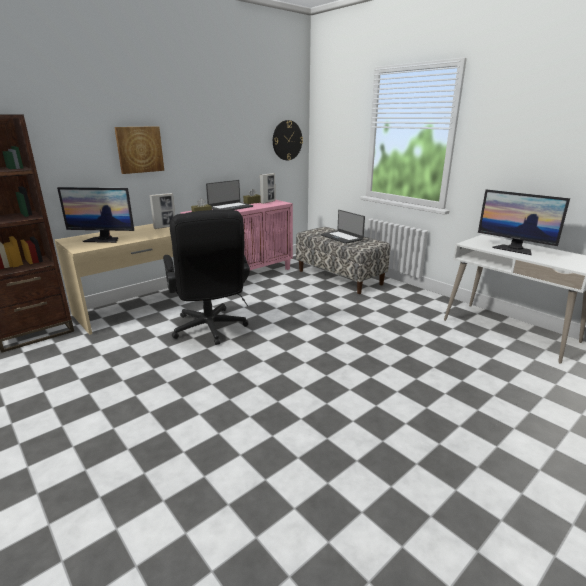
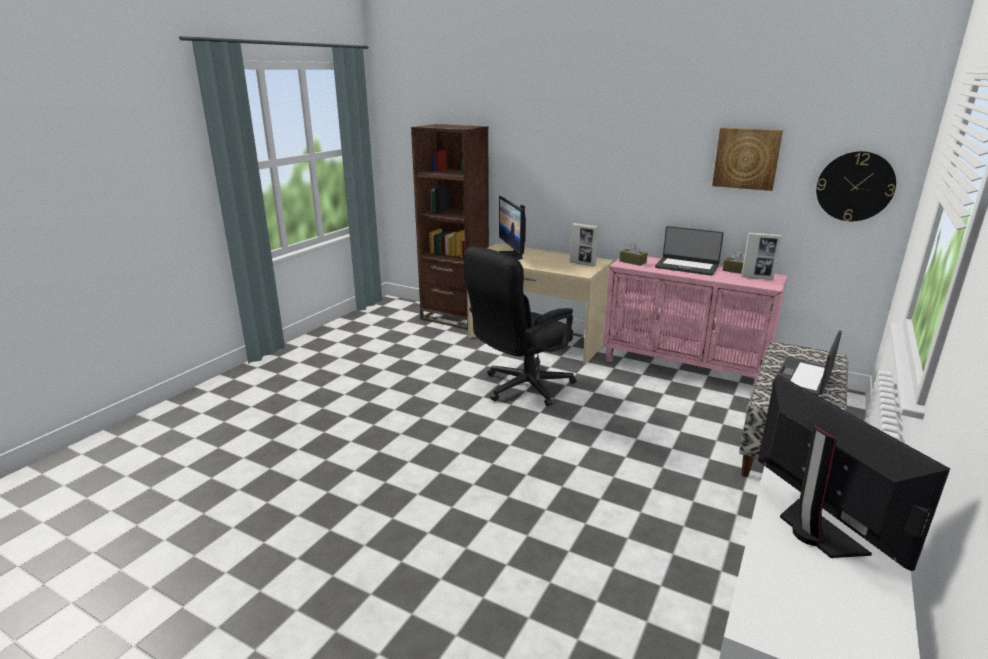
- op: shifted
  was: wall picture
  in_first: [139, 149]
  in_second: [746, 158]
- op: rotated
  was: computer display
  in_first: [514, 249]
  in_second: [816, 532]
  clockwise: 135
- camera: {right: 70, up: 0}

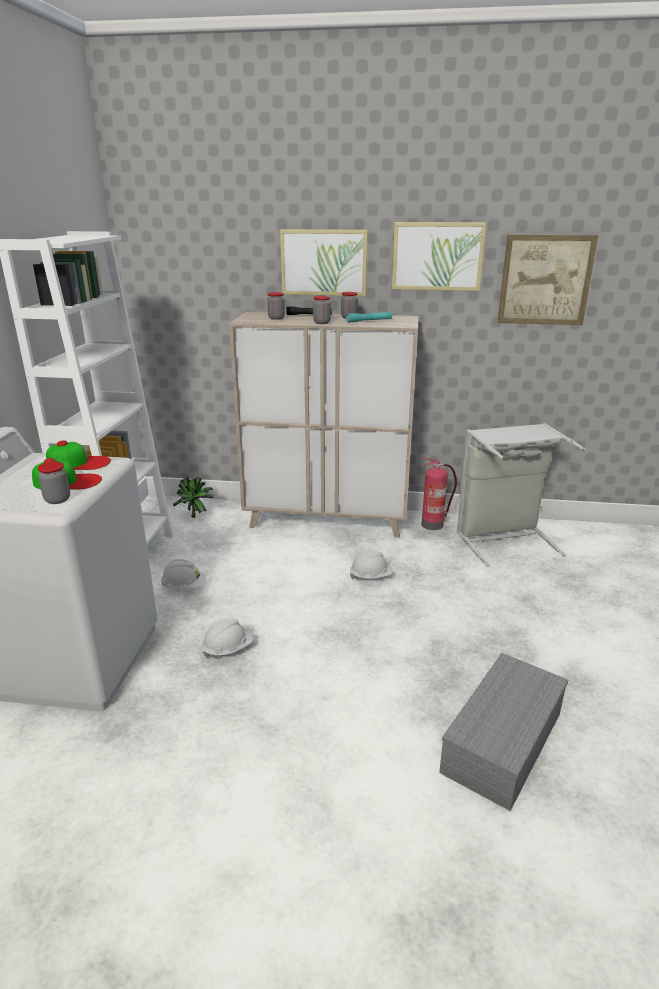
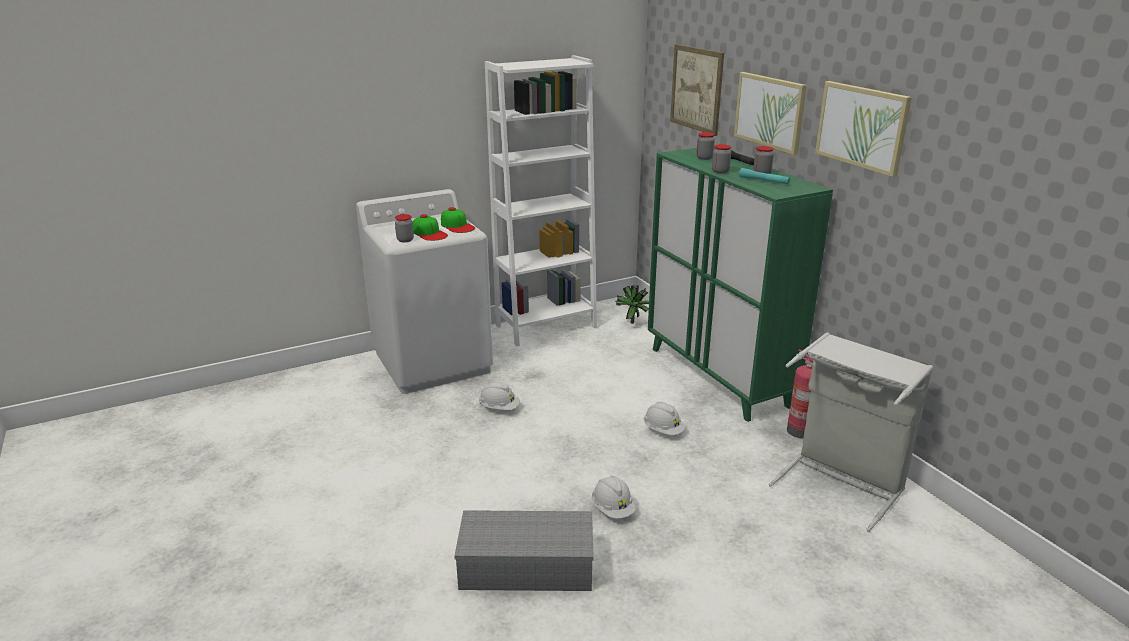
- op: shifted
  was: hard hat (whitish)
  in_first: [184, 586]
  in_second: [613, 509]
- op: shifted
  was: wall picture
  in_first: [545, 280]
  in_second: [696, 89]
- op: repainted
  was: cupboard (beige)
  now: cupboard (green-coloured)
  in_first: [327, 520]
  in_second: [718, 377]
- camera: {right: 55, up: 0}

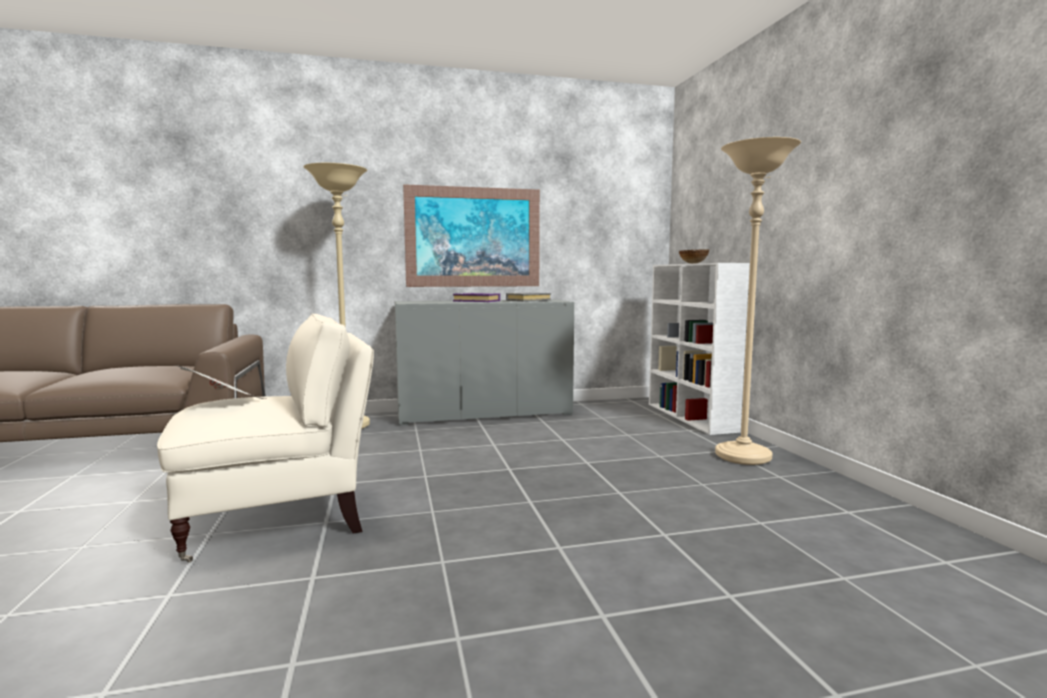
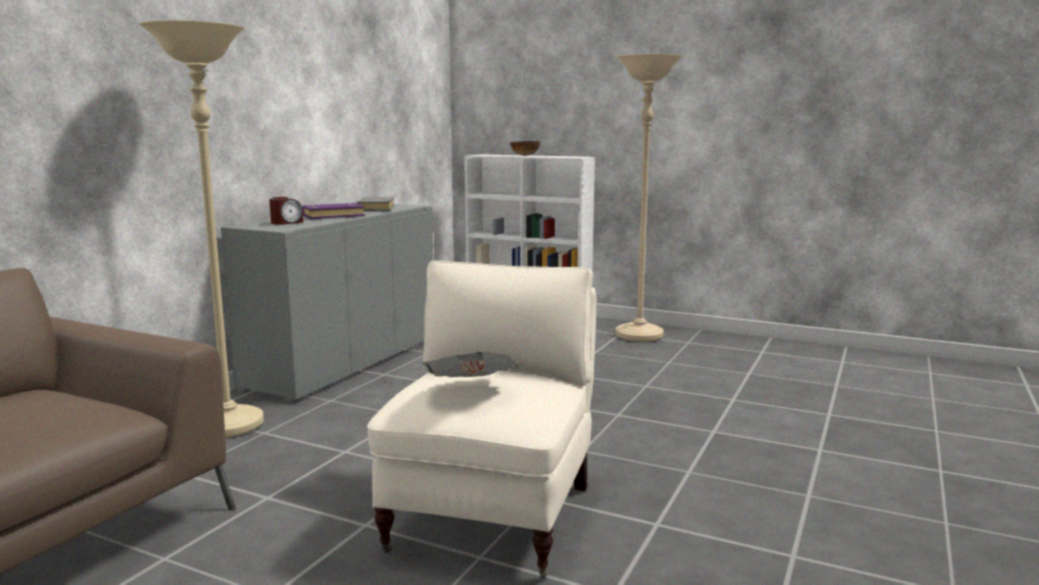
- op: gone
  was: wall picture
  in_first: [473, 237]
- op: new
  now: bedside clock
  in_second: [286, 223]
- camera: {right: -50, up: 5}

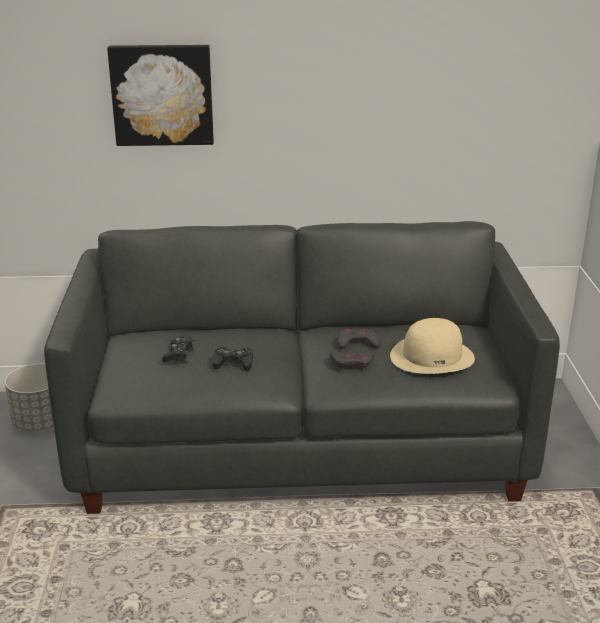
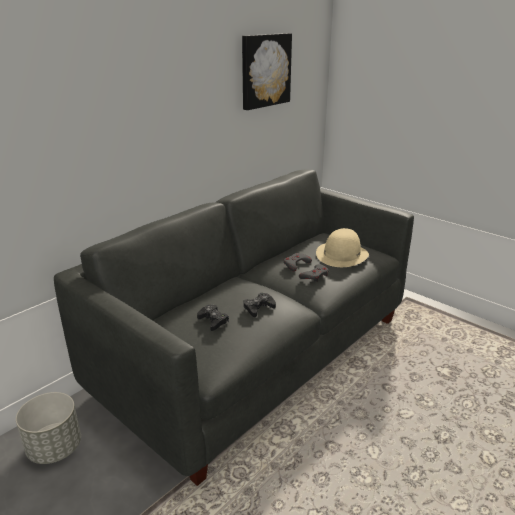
- op: shifted
  was: wall picture
  in_first: [162, 94]
  in_second: [264, 70]
- camera: {right: -45, up: 0}

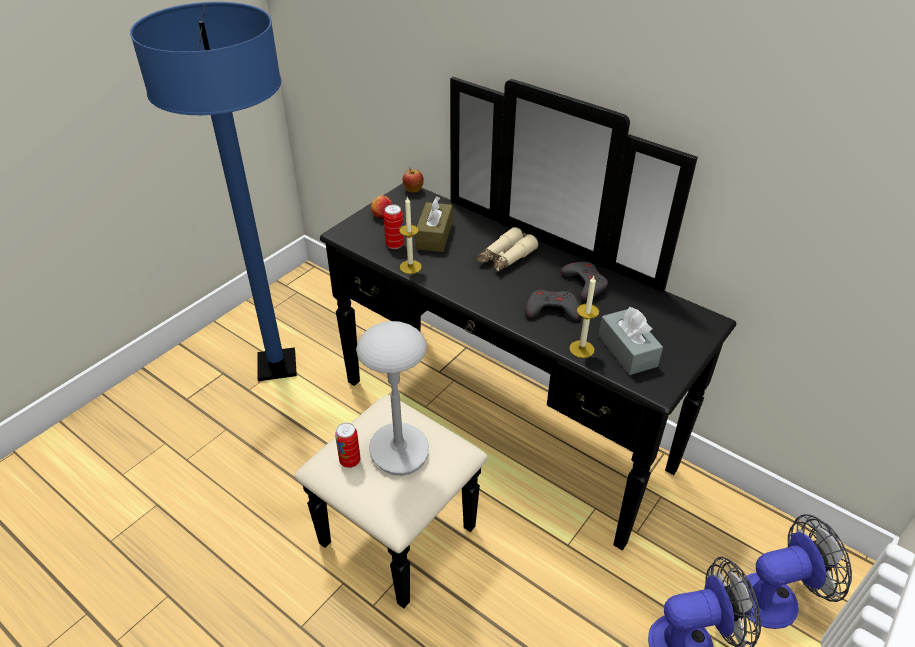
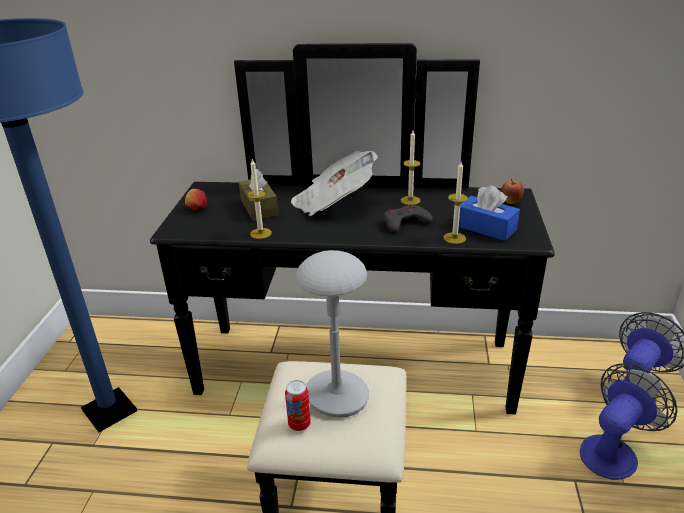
- op: gone
  was: sealed can
  in_first: [395, 245]
- op: shifted
  was: apple fruit
  in_first: [413, 190]
  in_second: [510, 202]
- op: swapped
  was: field glasses (beige)
  now: daily paper
  in_first: [506, 257]
  in_second: [333, 203]
- op: swapped
  was: joypad (grey)
  now: candle
  in_first: [584, 284]
  in_second: [410, 200]
- op: repainted
  was: box of tissues (grey)
  now: box of tissues (blue-coloured)
  in_first: [627, 351]
  in_second: [486, 228]
- camera: {right: -30, up: -10}

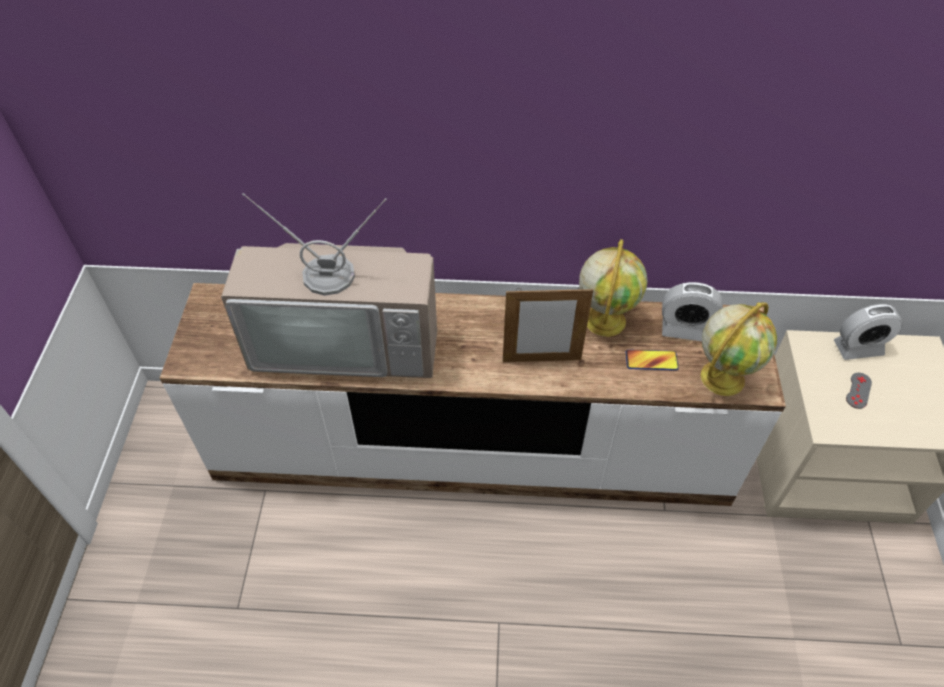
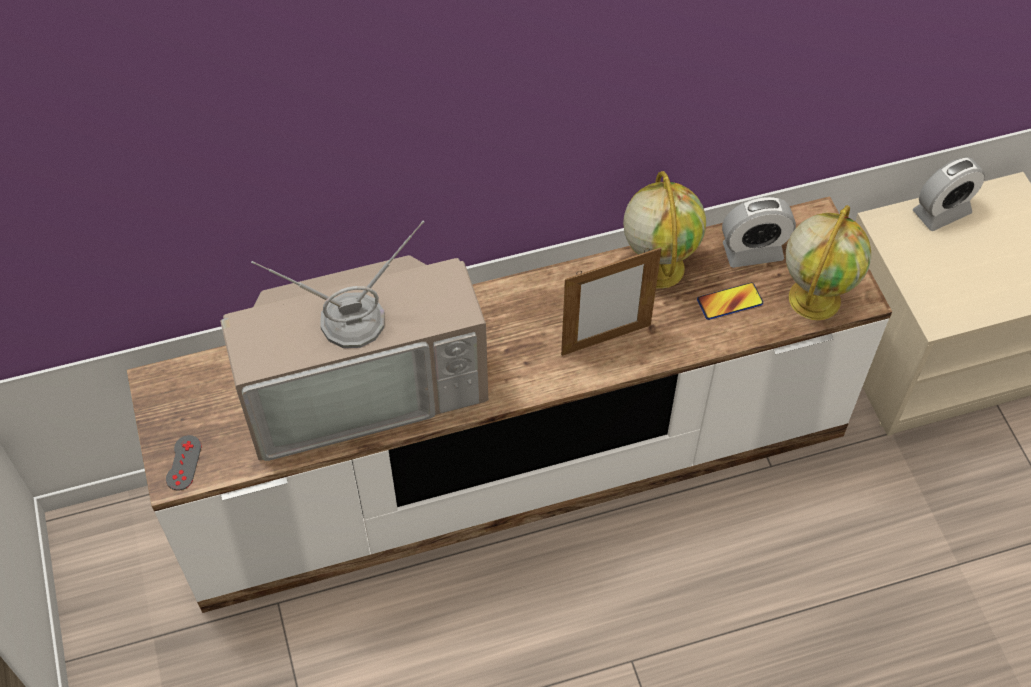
- op: shifted
  was: joypad (grey)
  in_first: [858, 390]
  in_second: [183, 463]
- camera: {right: -20, up: 5}

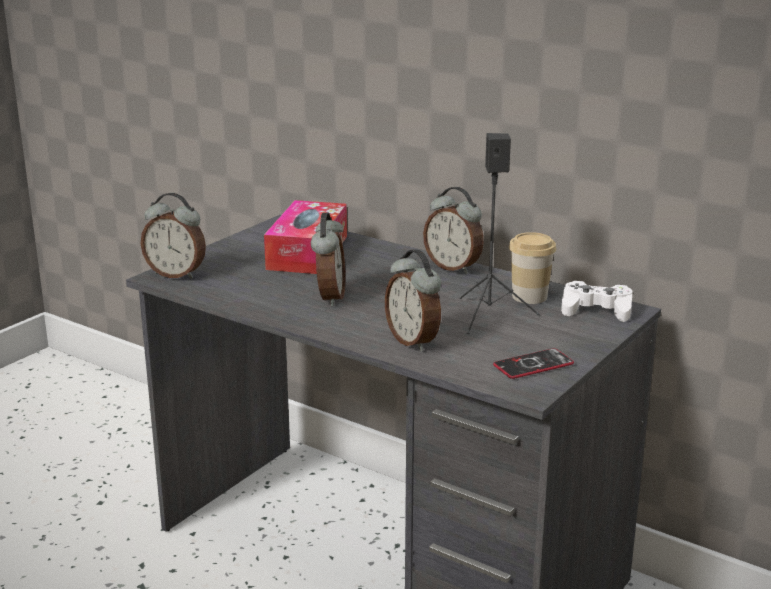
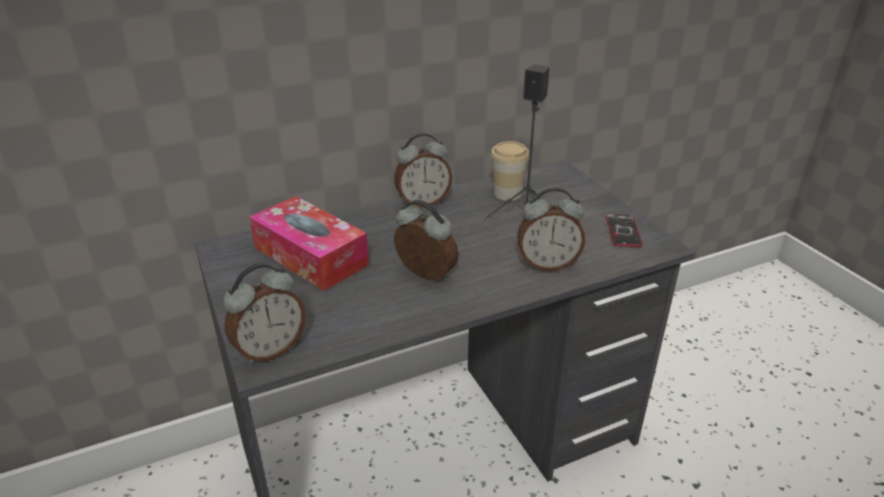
- op: gone
  was: joypad (whitish)
  in_first: [596, 309]
- camera: {right: -60, up: 10}

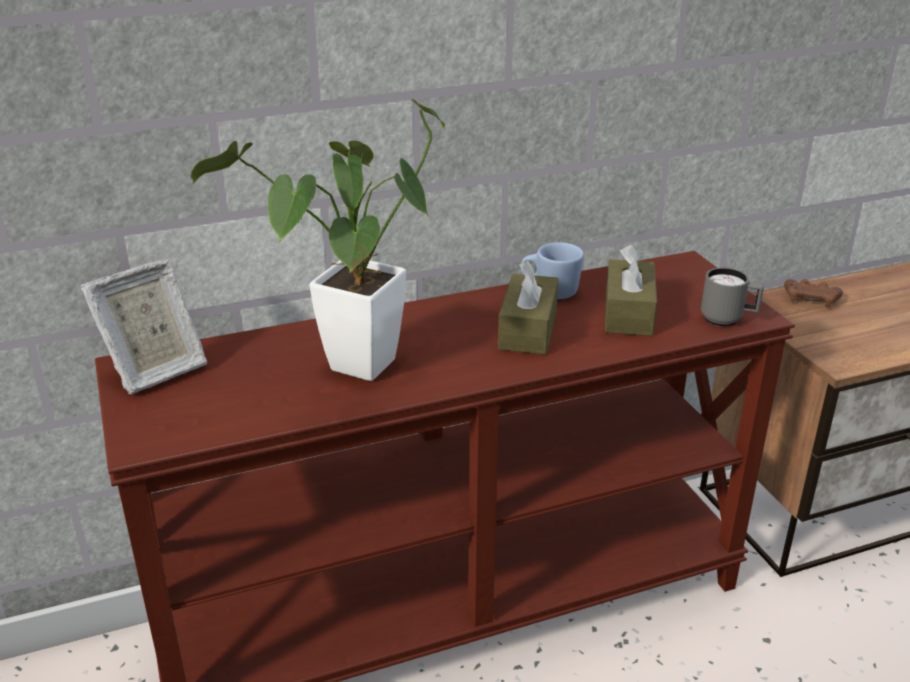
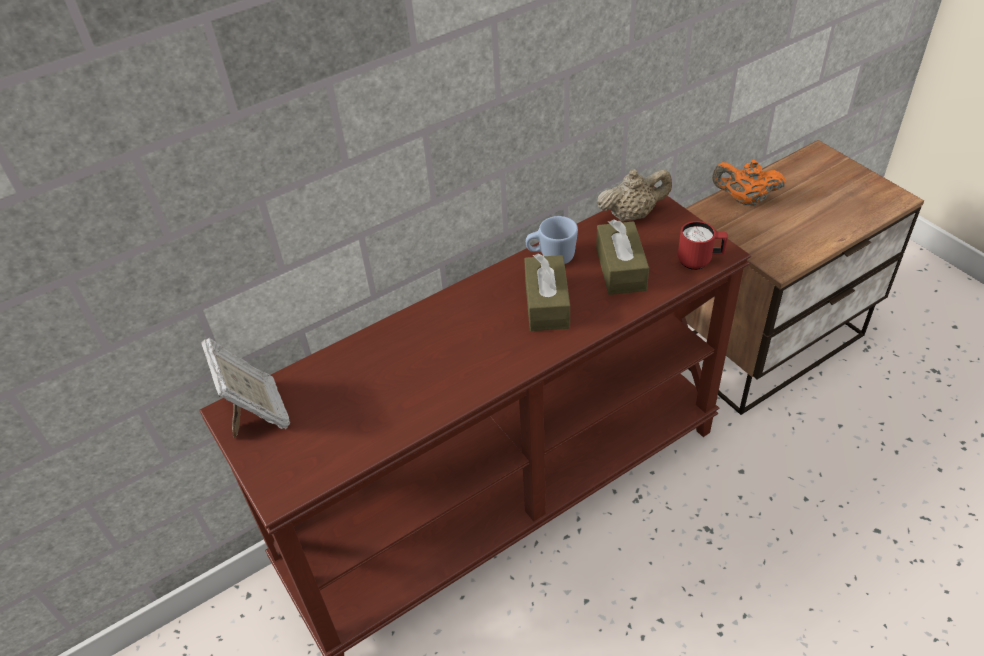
- op: gone
  was: potted plant
  in_first: [354, 372]
- op: new
  now: teapot (beige)
  in_second: [632, 215]
- op: swapped
  was: joypad (brownish)
  now: teapot (orangey)
  in_first: [811, 299]
  in_second: [744, 200]
- op: repainted
  was: mug (grey)
  now: mug (red)
  in_first: [728, 320]
  in_second: [699, 261]
- op: rotated
  was: photo frame
  in_first: [155, 371]
  in_second: [258, 414]
  clockwise: -60
- camera: {right: -10, up: 15}

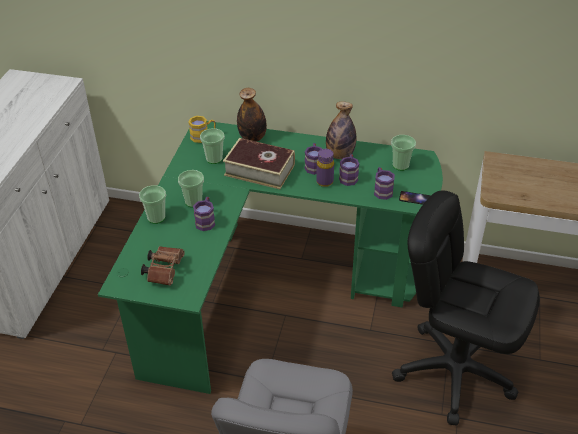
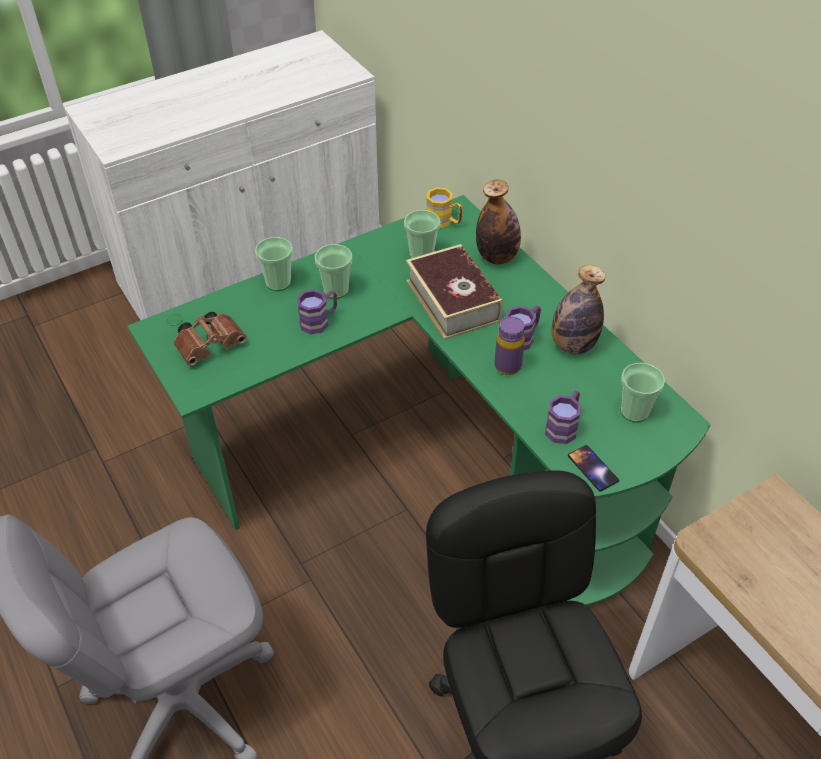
- op: gone
  was: mug (purplish)
  in_first: [349, 177]
- camera: {right: 45, up: 5}

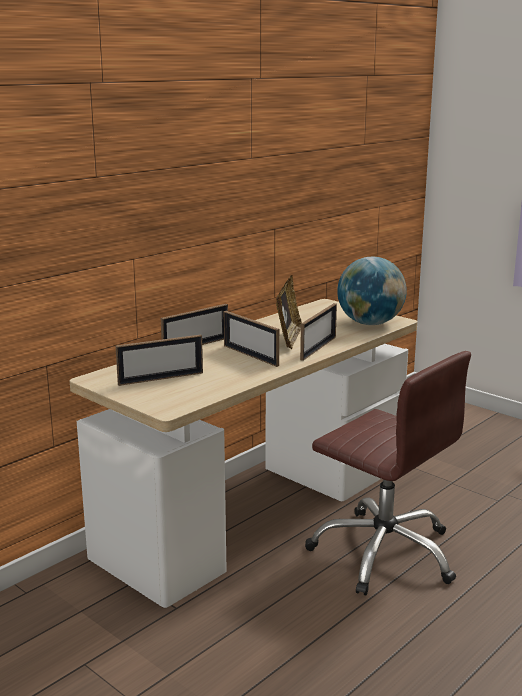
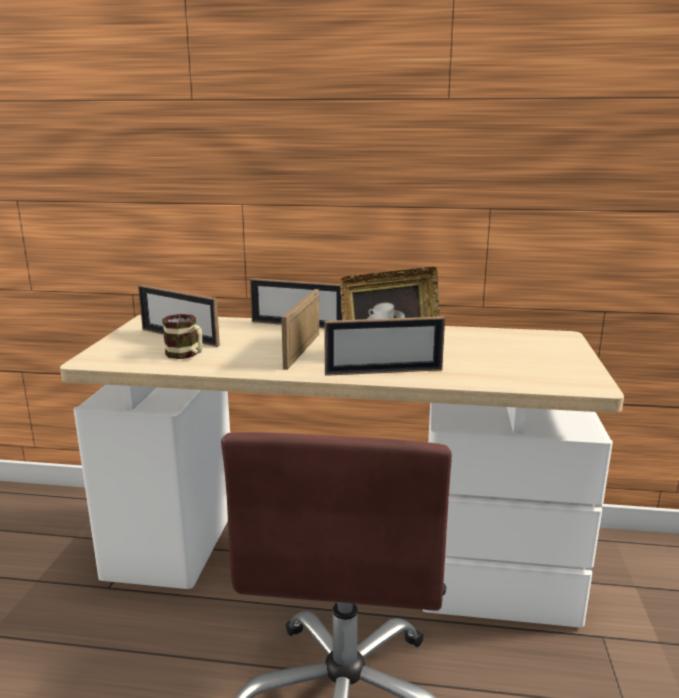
- op: gone
  was: desk globe
  in_first: [370, 323]
- op: new
  now: mug
  in_second: [186, 355]
- camera: {right: 55, up: 0}

